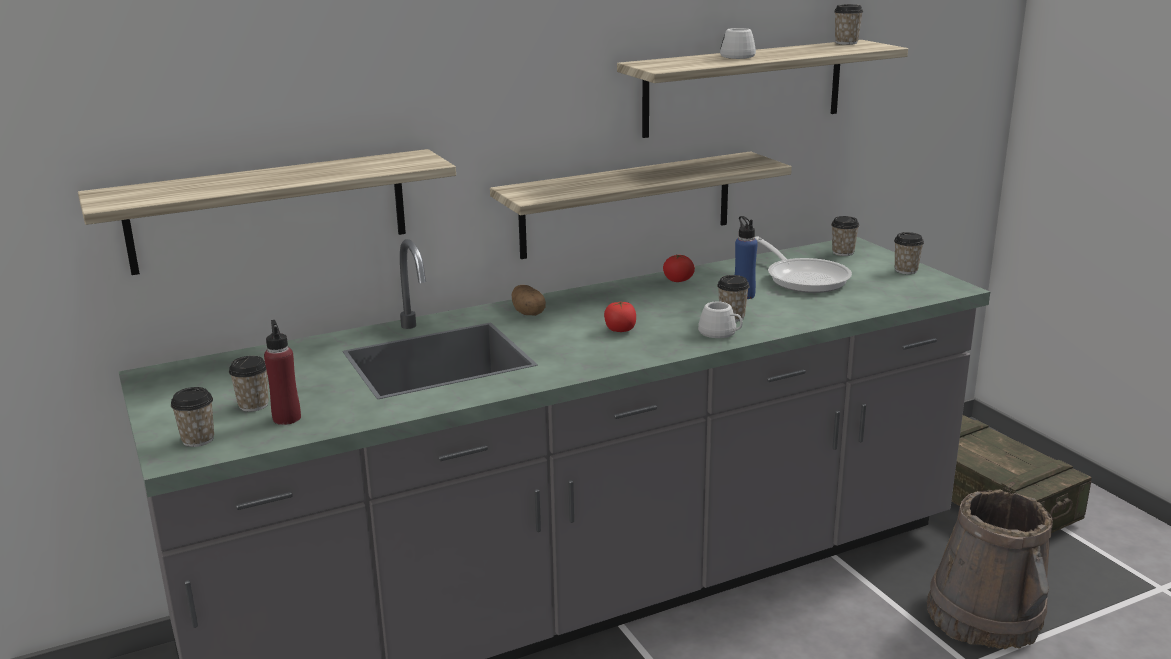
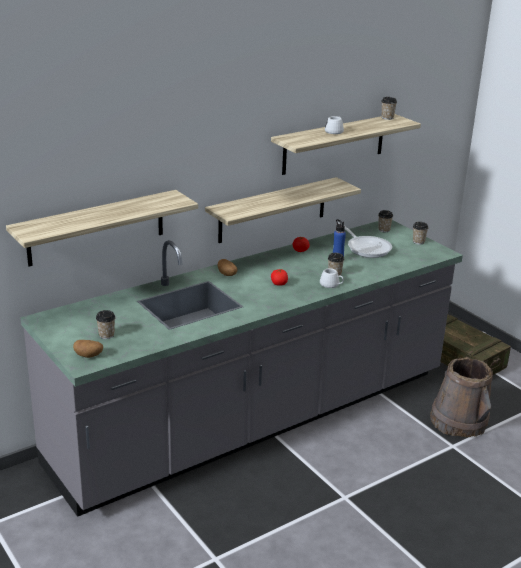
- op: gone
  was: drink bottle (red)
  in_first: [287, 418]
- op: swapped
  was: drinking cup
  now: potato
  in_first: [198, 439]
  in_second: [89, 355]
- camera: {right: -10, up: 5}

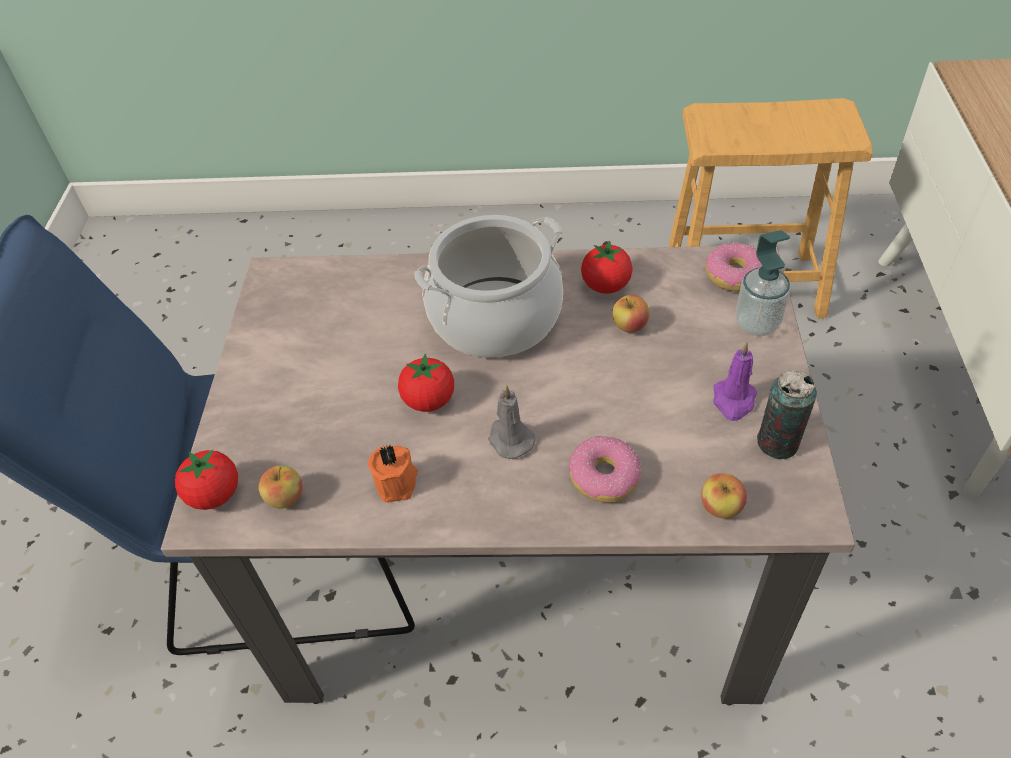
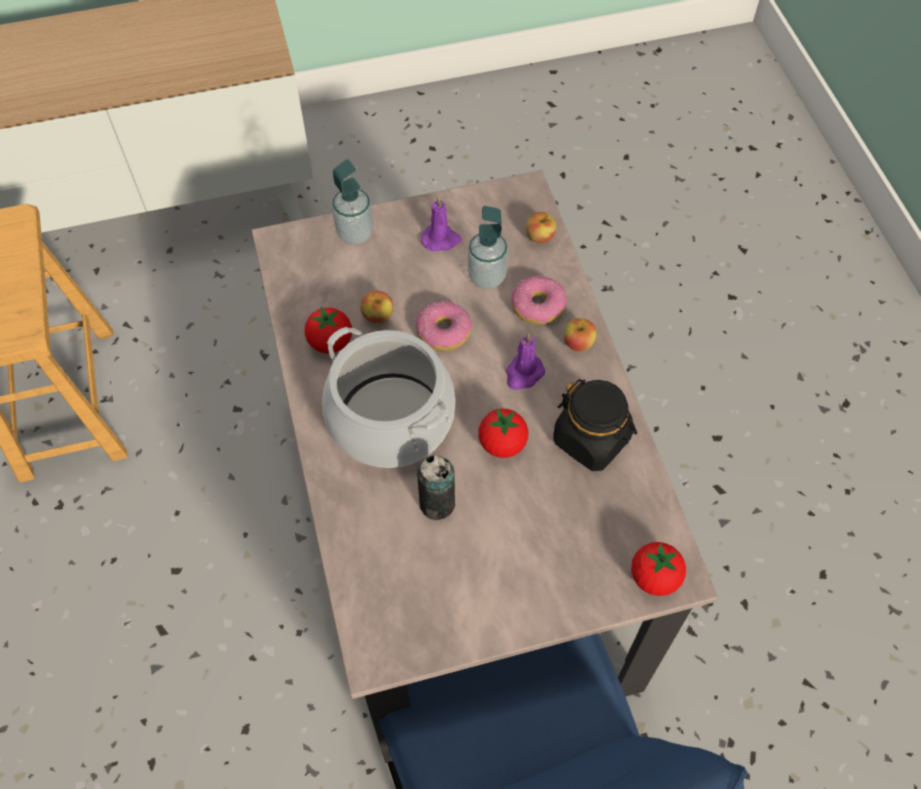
- op: new
  now: soap dispenser
  in_second: [487, 277]
- op: shifted
  was: apple fruit
  in_first: [285, 498]
  in_second: [578, 343]
- op: shifted
  was: donut
  in_first: [734, 275]
  in_second: [444, 331]
- op: shifted
  was: sealed can
  in_first: [778, 443]
  in_second: [437, 504]
- op: swapped
  was: candle (orangey)
  now: storage jar (black-coloured)
  in_first: [398, 483]
  in_second: [592, 439]
- op: repainted
  was: candle (grey)
  now: candle (purplish)
  in_first: [509, 439]
  in_second: [523, 374]
- camera: {right: -110, up: 10}

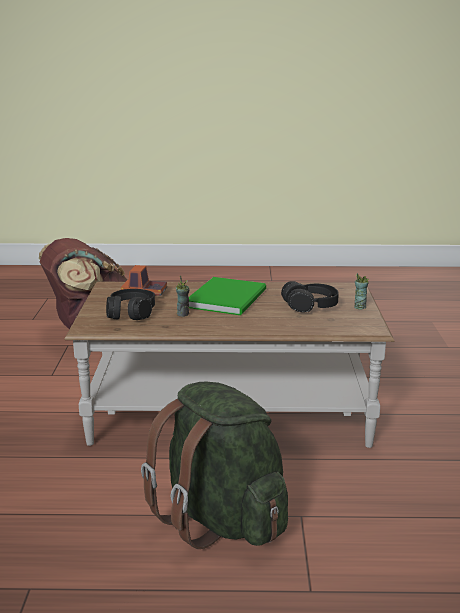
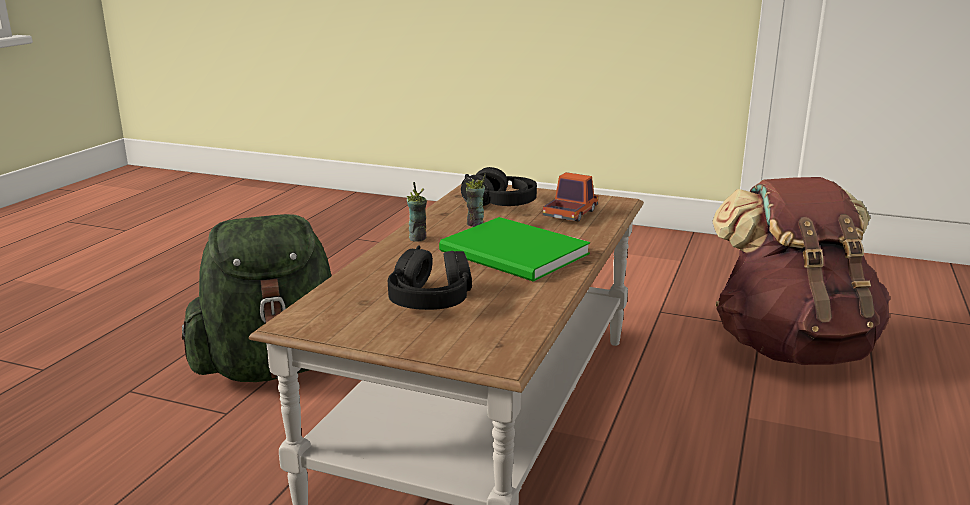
- op: shifted
  was: drinking cup
  in_first: [359, 307]
  in_second: [417, 238]
- camera: {right: 110, up: 0}

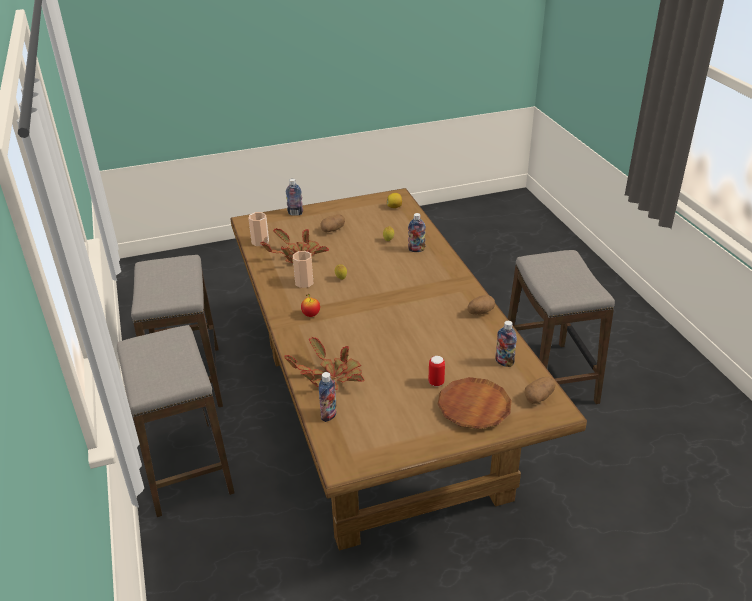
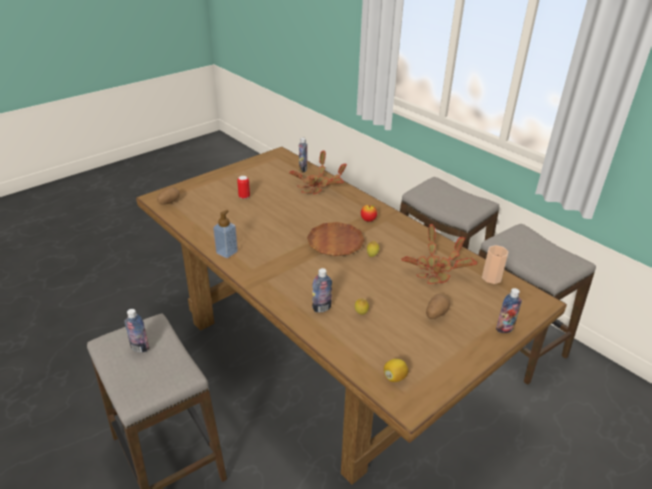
- op: gone
  was: drinking cup
  in_first: [304, 282]
- op: shifted
  was: dinner plate (brownish)
  in_first: [474, 407]
  in_second: [335, 242]
- op: shifted
  was: drink bottle
  in_first: [504, 362]
  in_second: [140, 348]
- op: swapped
  was: potato
  now: soap dispenser
  in_first: [480, 312]
  in_second: [227, 252]
- camera: {right: 155, up: 0}

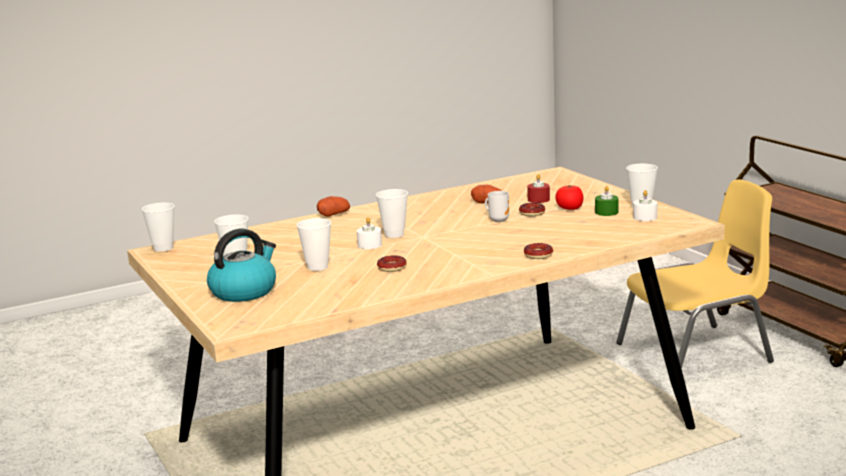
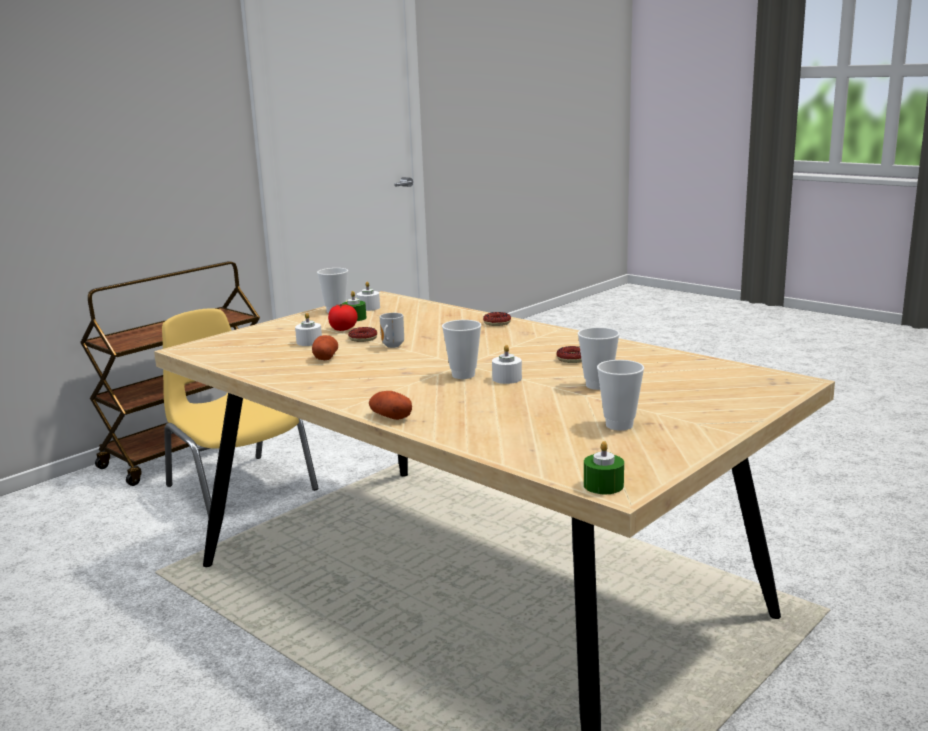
- op: gone
  was: tea kettle
  in_first: [244, 291]
- op: swapped
  was: drinking cup
  now: candle (green-coloured)
  in_first: [163, 248]
  in_second: [603, 485]
- op: repainted
  was: candle (red)
  now: candle (whitish)
  in_first: [538, 199]
  in_second: [309, 342]
- camera: {right: -110, up: 0}

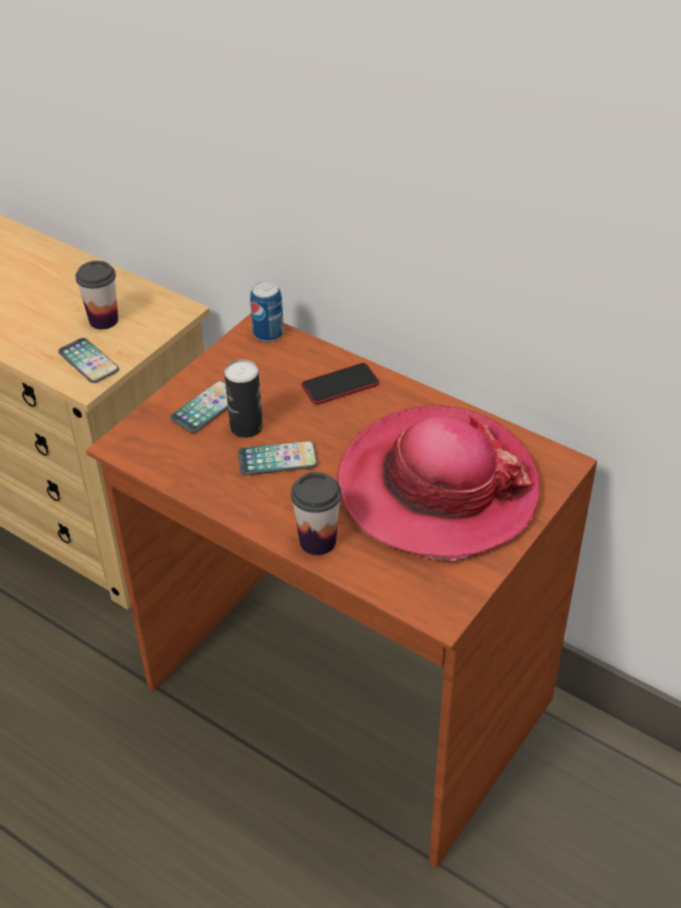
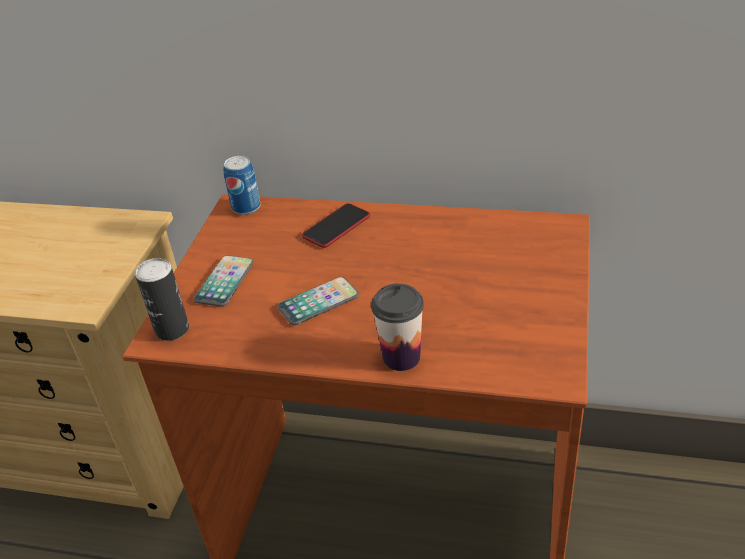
- op: gone
  was: phone
  in_first: [88, 361]
- op: gone
  was: drinking cup
  in_first: [103, 320]
- op: gone
  was: hat
  in_first: [437, 487]
- op: shifted
  was: sealed can
  in_first: [246, 427]
  in_second: [172, 329]
- camera: {right: -20, up: -5}

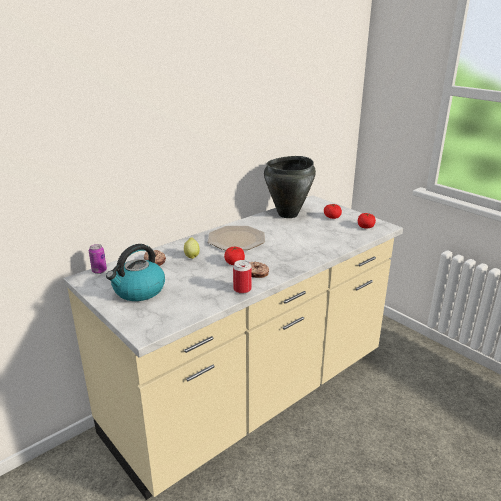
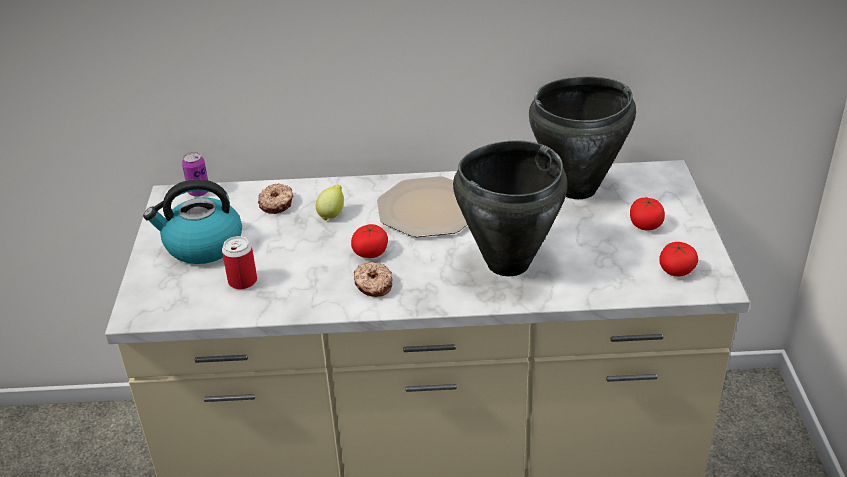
- op: new
  now: cooking pot (black-coloured)
  in_second: [507, 263]
- op: shifted
  was: sealed can
  in_first: [242, 289]
  in_second: [242, 281]
- camera: {right: 40, up: 10}

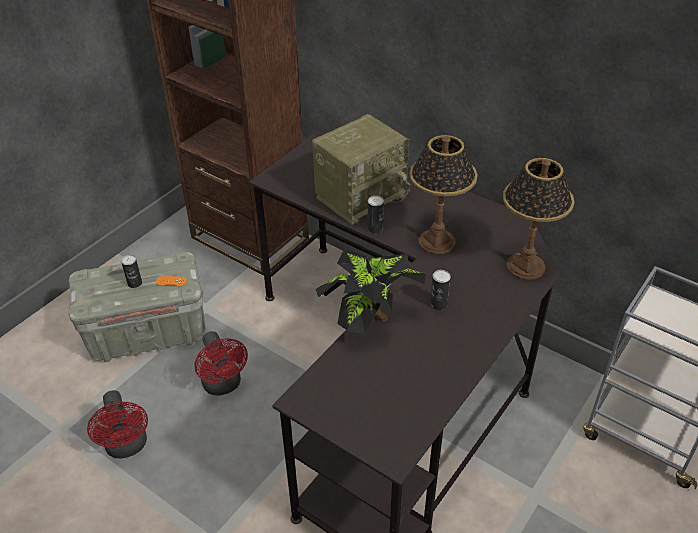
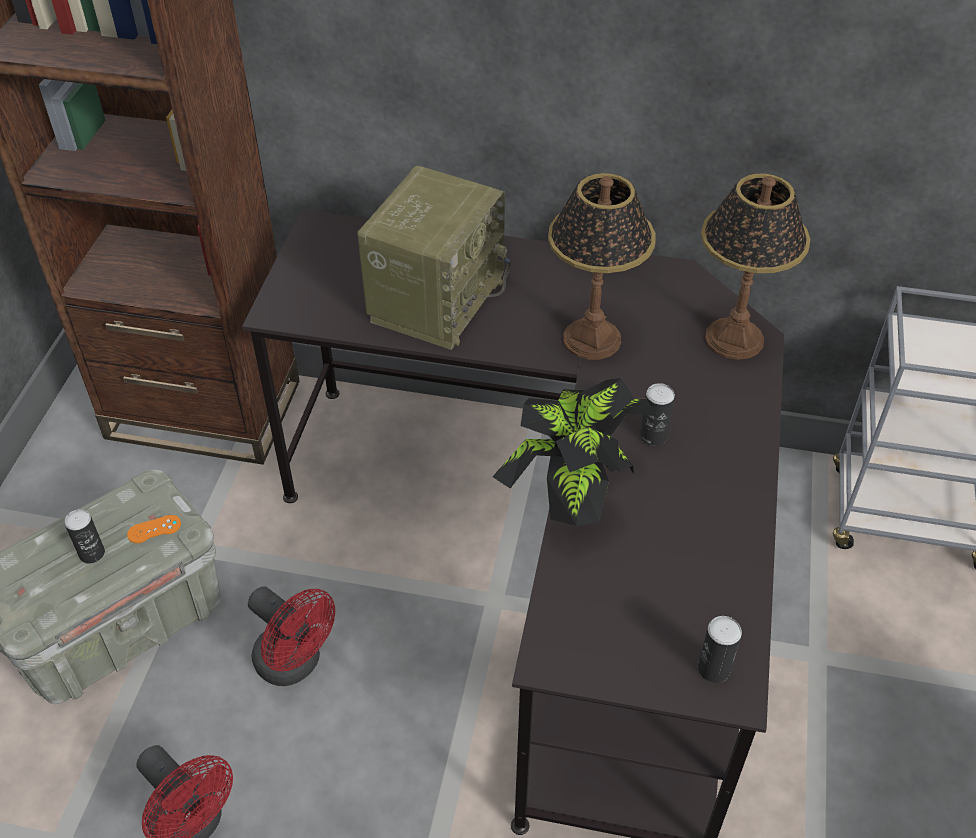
- op: shifted
  was: sealed can
  in_first: [375, 228]
  in_second: [713, 669]
- camera: {right: -25, up: 5}

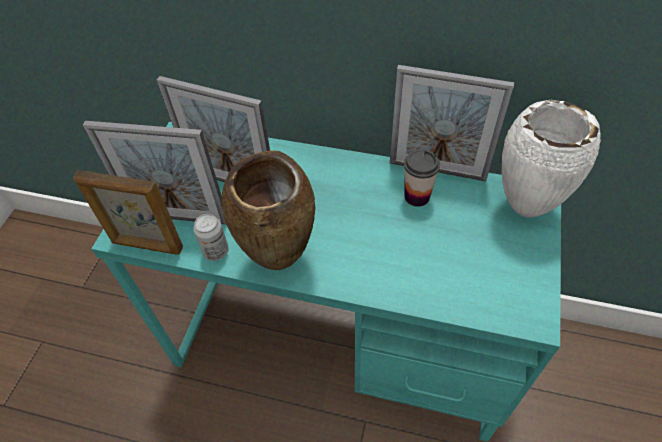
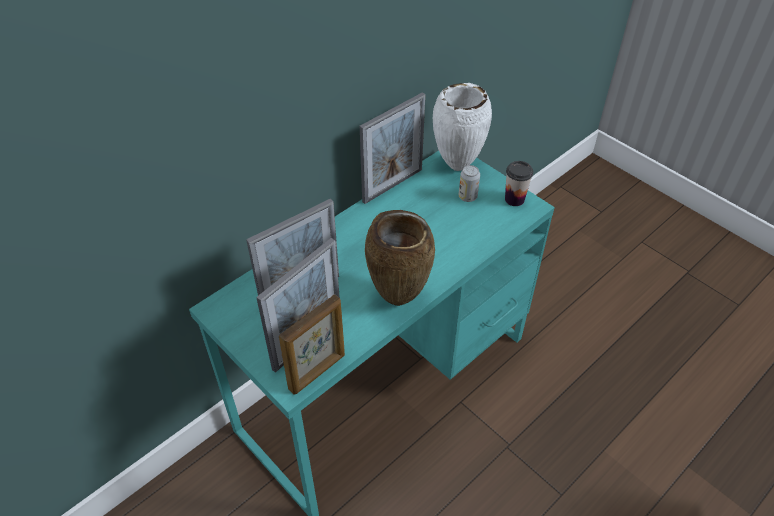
- op: shifted
  was: sealed can
  in_first: [216, 251]
  in_second: [467, 197]
- op: shifted
  was: drinking cup
  in_first: [417, 196]
  in_second: [514, 199]
- camera: {right: -60, up: -5}

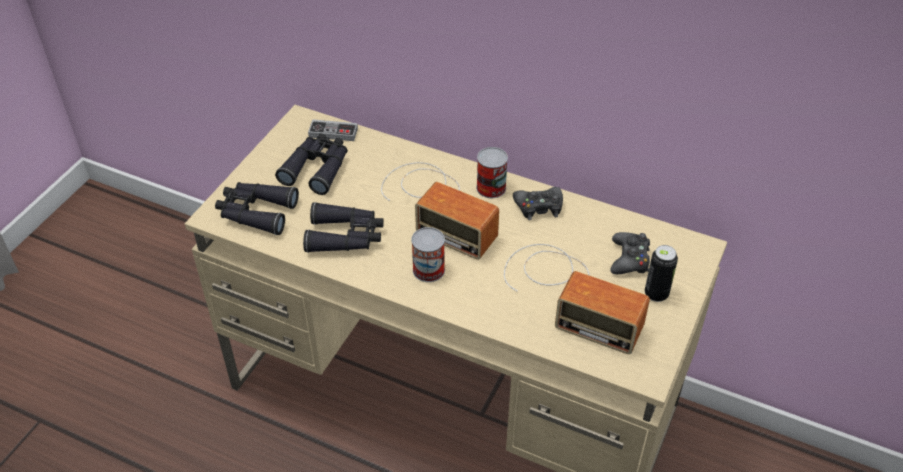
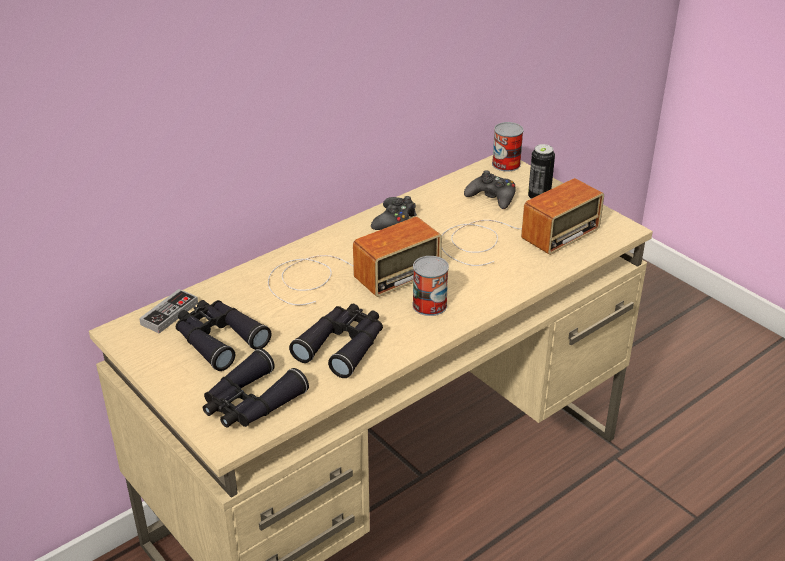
- op: shifted
  was: sealed can
  in_first: [491, 188]
  in_second: [506, 164]
- camera: {right: -65, up: -10}

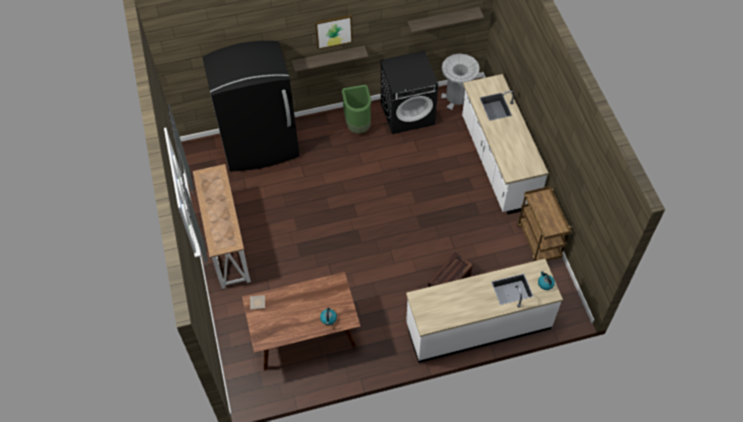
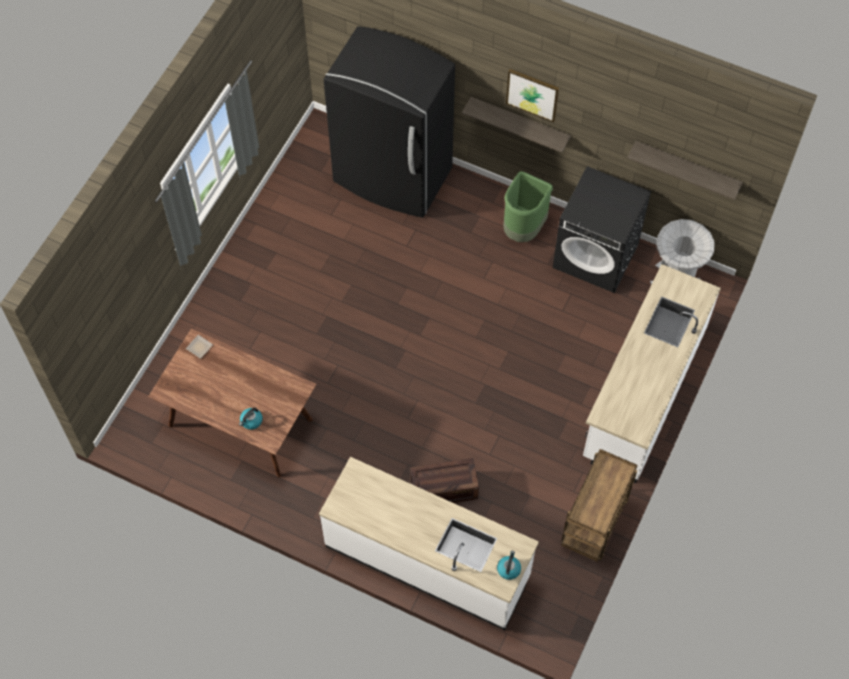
- op: gone
  was: narrow table
  in_first: [227, 244]
- camera: {right: 40, up: 5}

